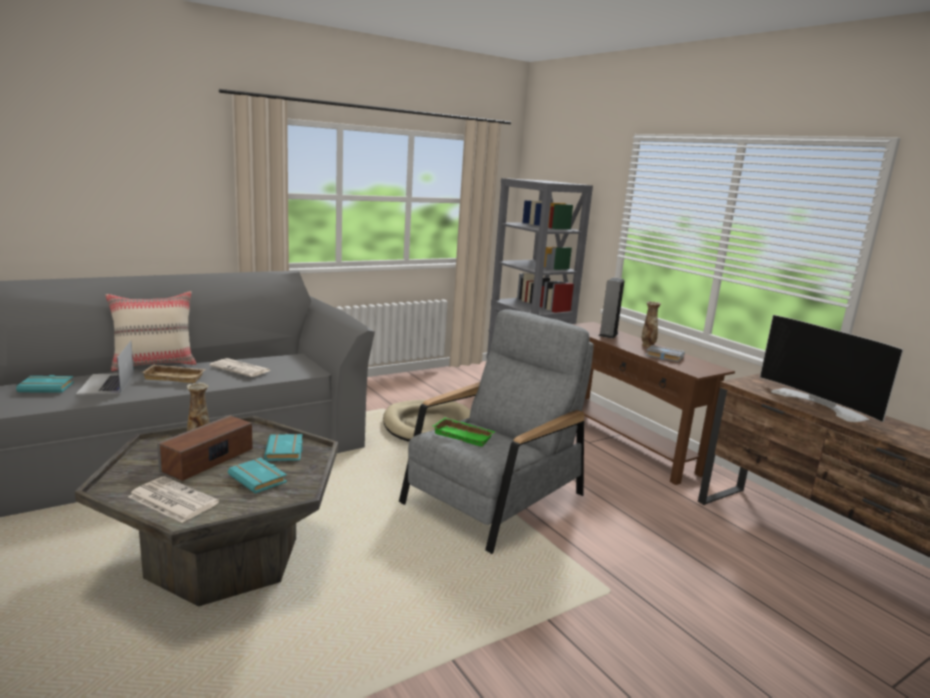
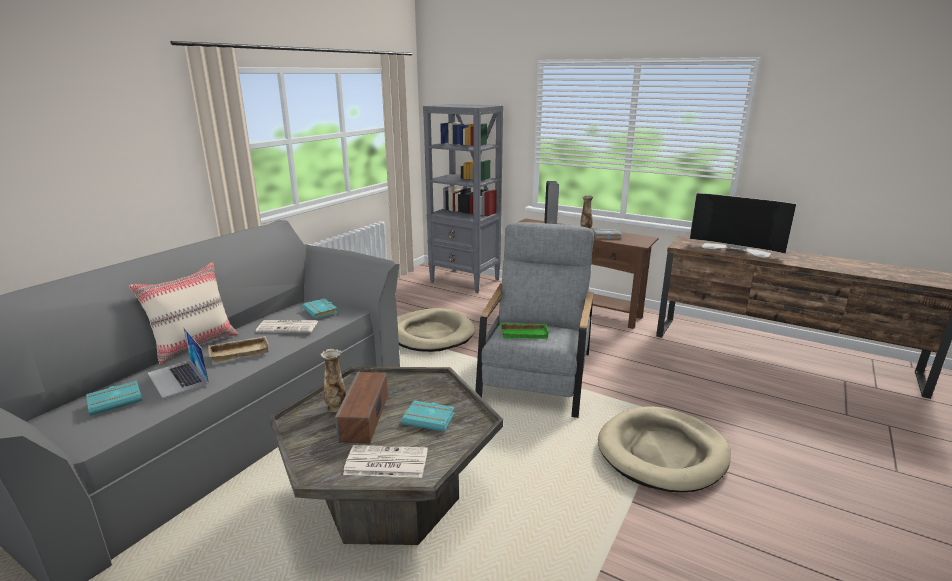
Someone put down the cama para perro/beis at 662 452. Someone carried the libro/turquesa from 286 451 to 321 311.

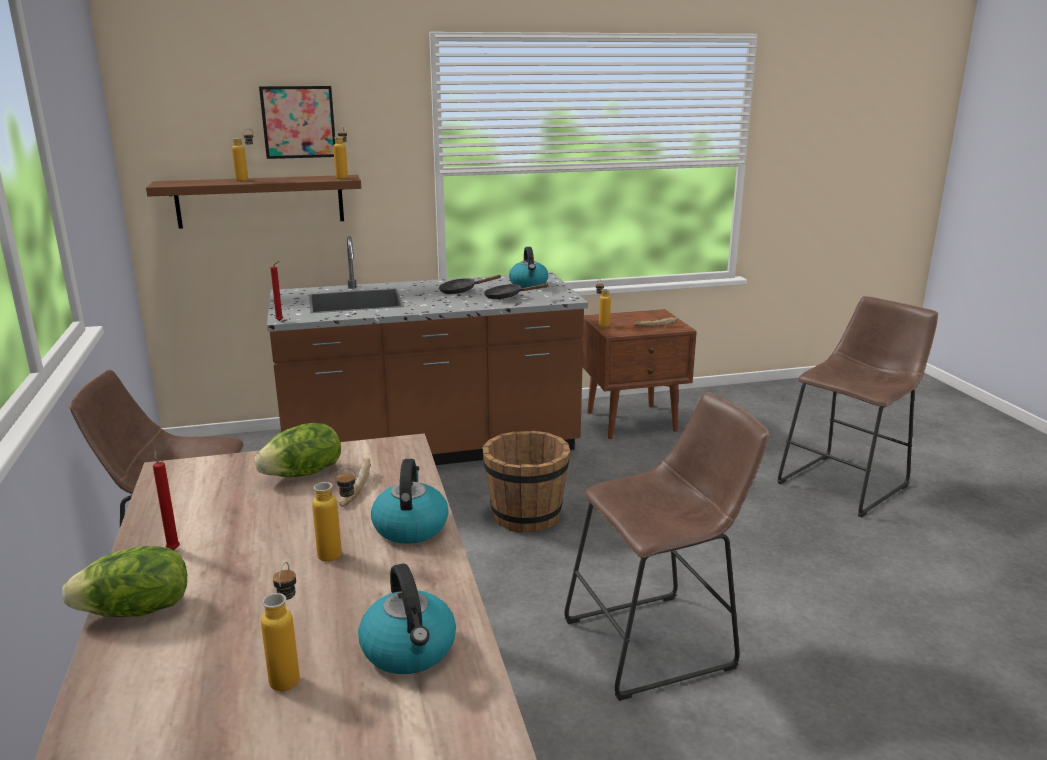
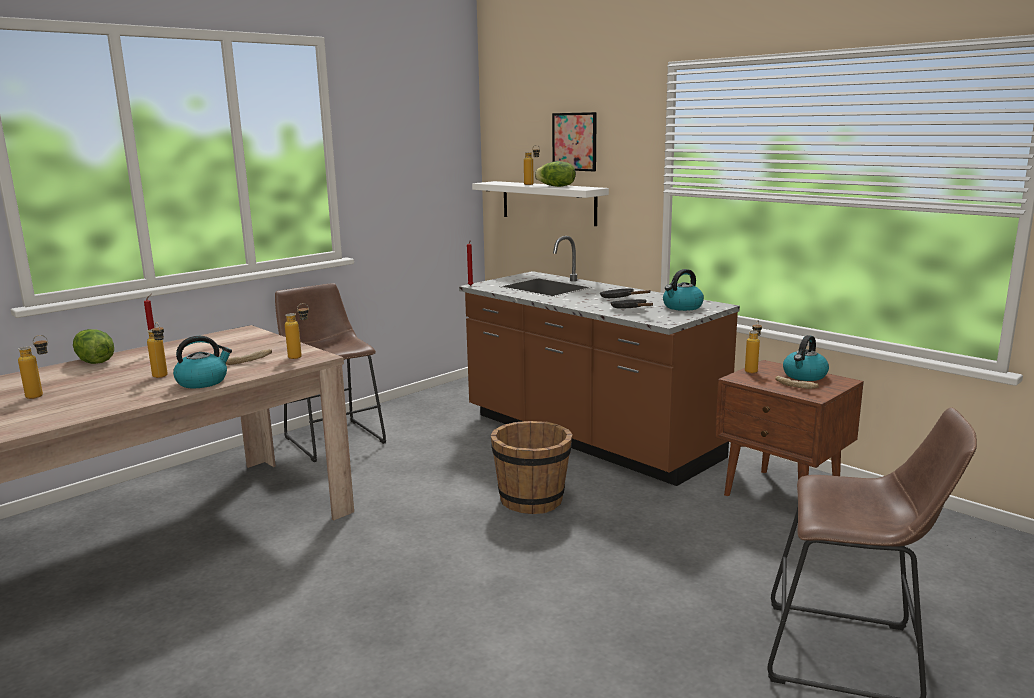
Someone took away the taburete/marrón at 658 642. Someone carried the lechuga from 304 473 to 556 186. Someone carried the botella from 343 178 to 300 356. Someone carried the hervidor from 409 650 to 804 376. Someone repainted the estante/marrón at 260 201, which became the estante/blanco at 548 202.

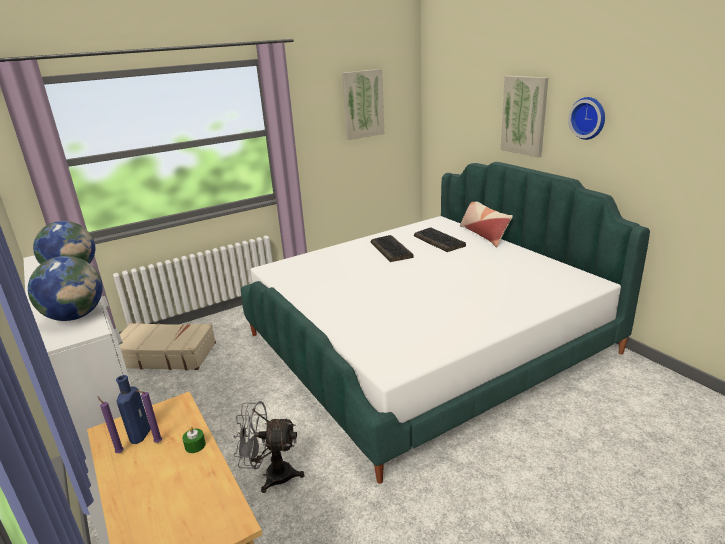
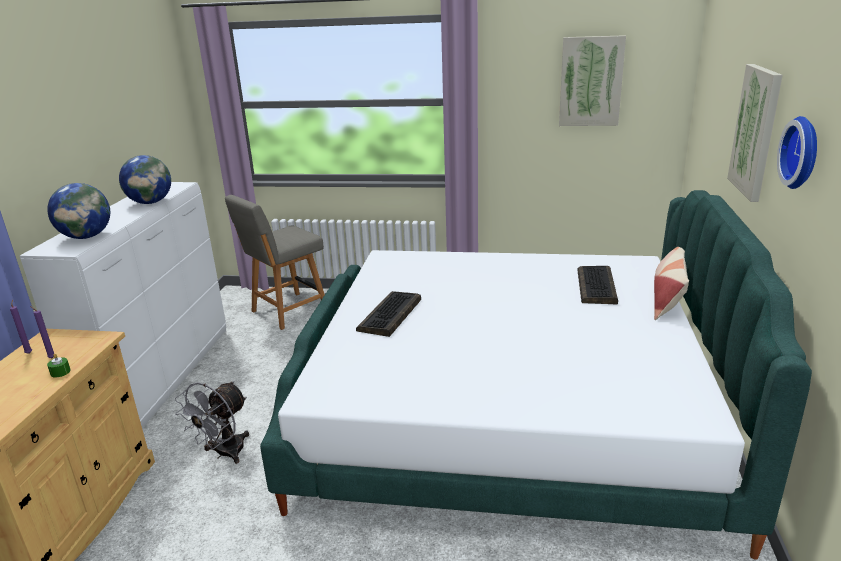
Someone took away the botella/azul at 140 433. Someone carried the teclado from 391 250 to 390 315. Someone swapped the maleta/beis at 165 355 for the silla/gris at 287 311. Someone rotated the ventilador/gris at 271 475 by 105 degrees counterclockwise.

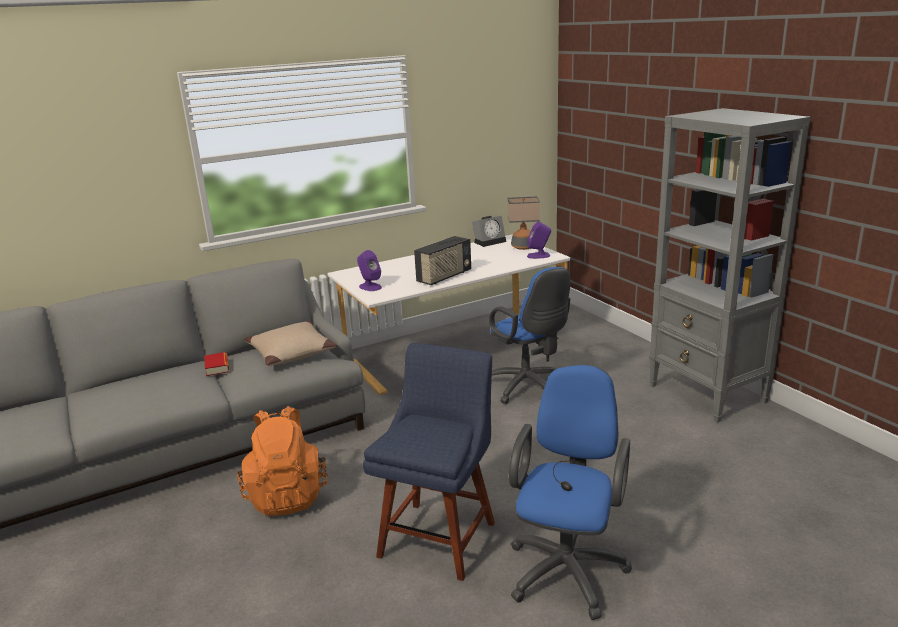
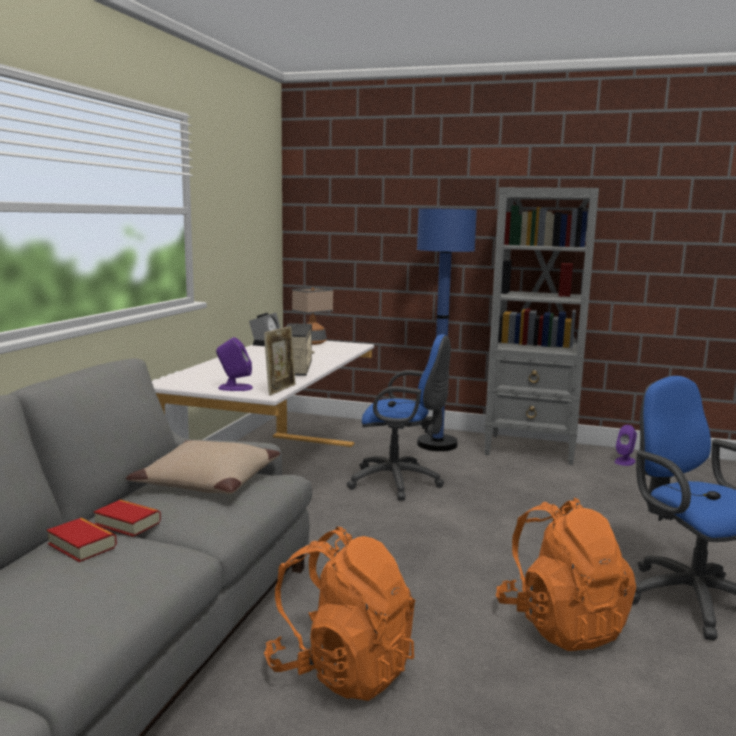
Someone put down the libro at 82 545. Someone put down the portarretratos at 280 389. Someone put down the lámpara de pie/azul at 437 444. Someone carried the altavoz/morado from 539 255 to 625 461. Someone swapped the silla/azul at 440 535 for the mochila/naranja at 561 624.

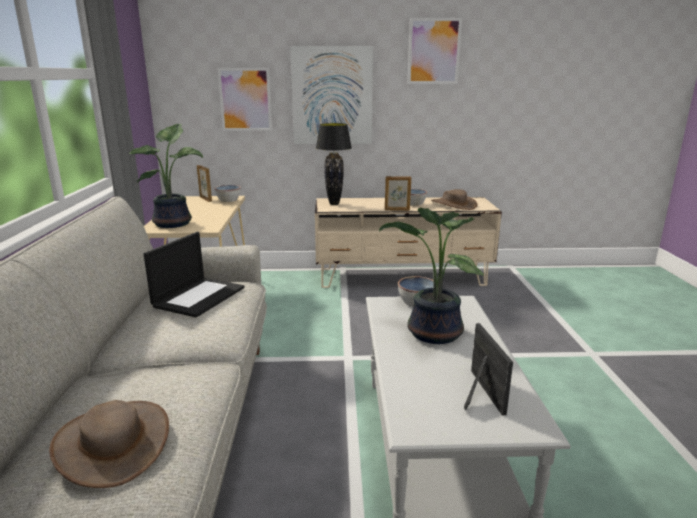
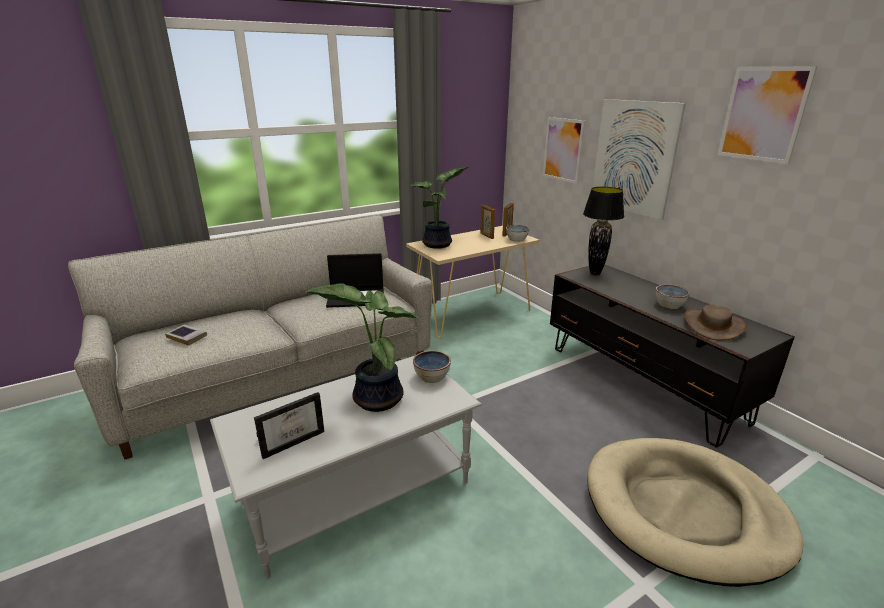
Someone put down the cama para perro/beis at 684 511. Someone carried the portarretratos from 397 210 to 486 236. Someone swapped the sombrero/marrón at 113 443 for the libro at 187 337. Someone repainted the mueble de televisión/beis at 402 277, which became the mueble de televisión/negro at 642 382.

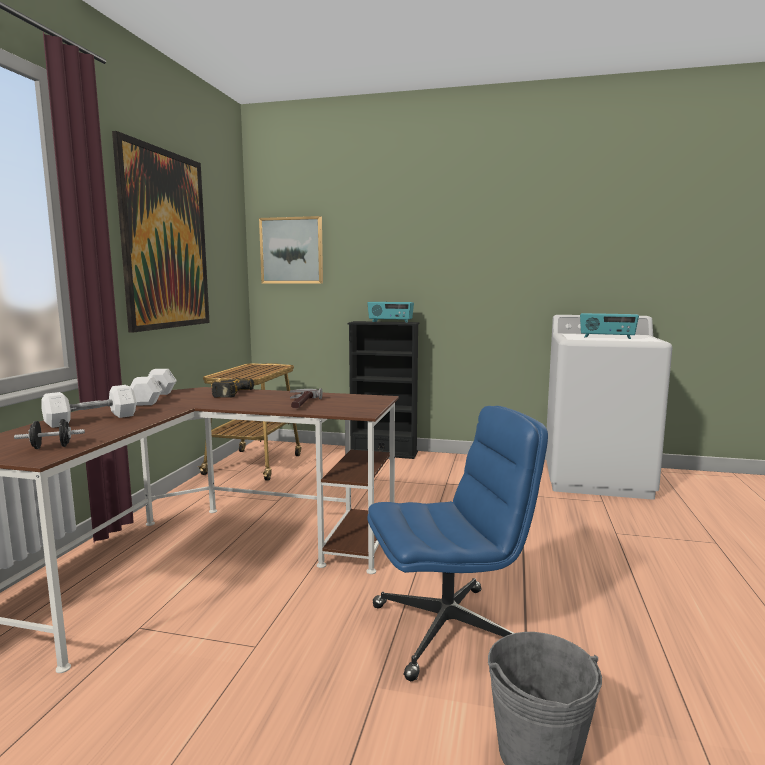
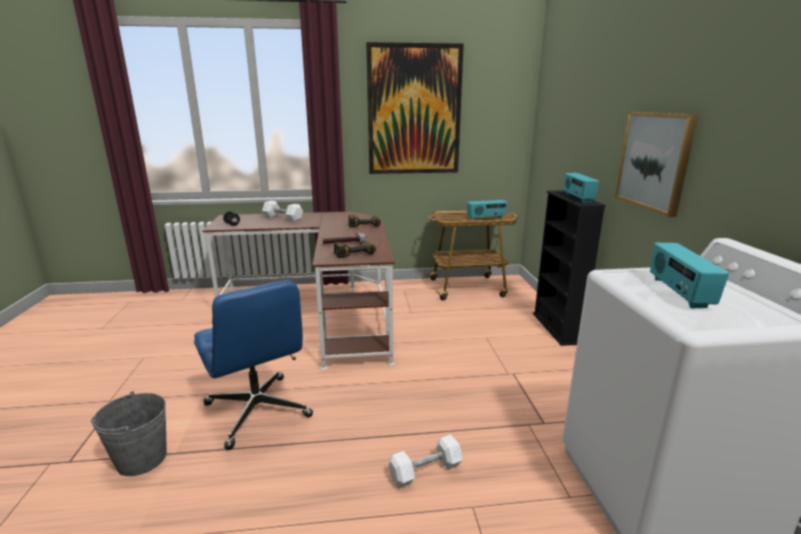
Someone put down the taladro at 353 252. Someone put down the radio at 486 218. Someone carried the mancuerna/blanco from 154 398 to 425 471. Someone carried the cuadro from 292 250 to 654 161.

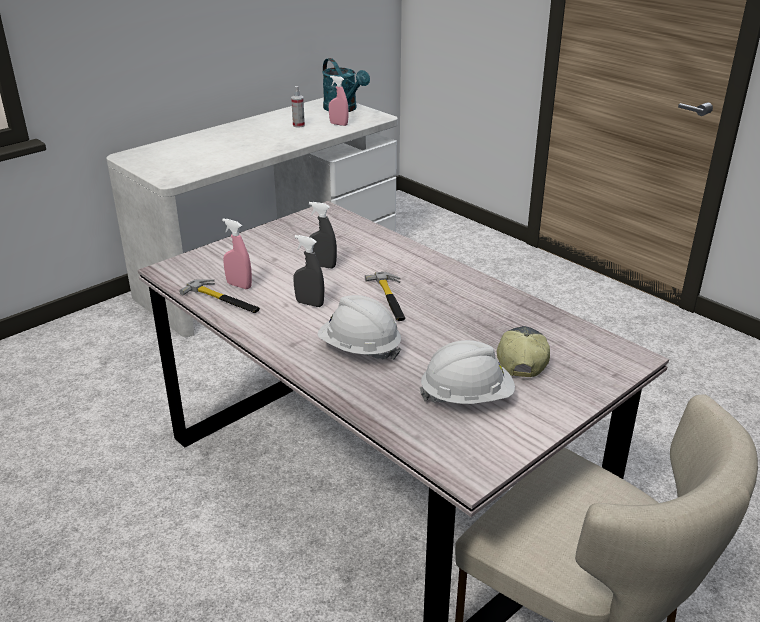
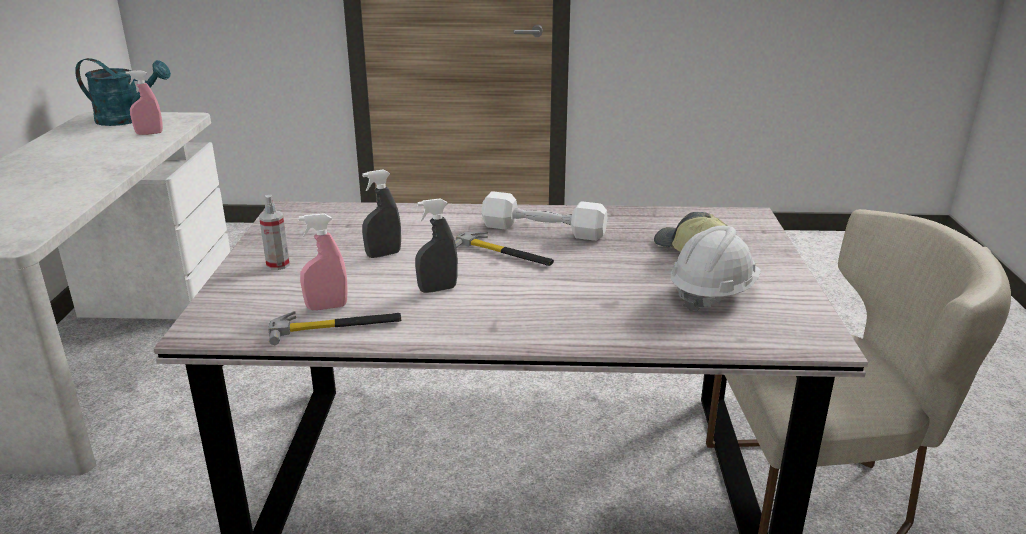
Someone took away the casco/blanco at 359 349. Someone put down the mancuerna/blanco at 543 230. Someone carried the pulverizador from 298 125 to 278 265.

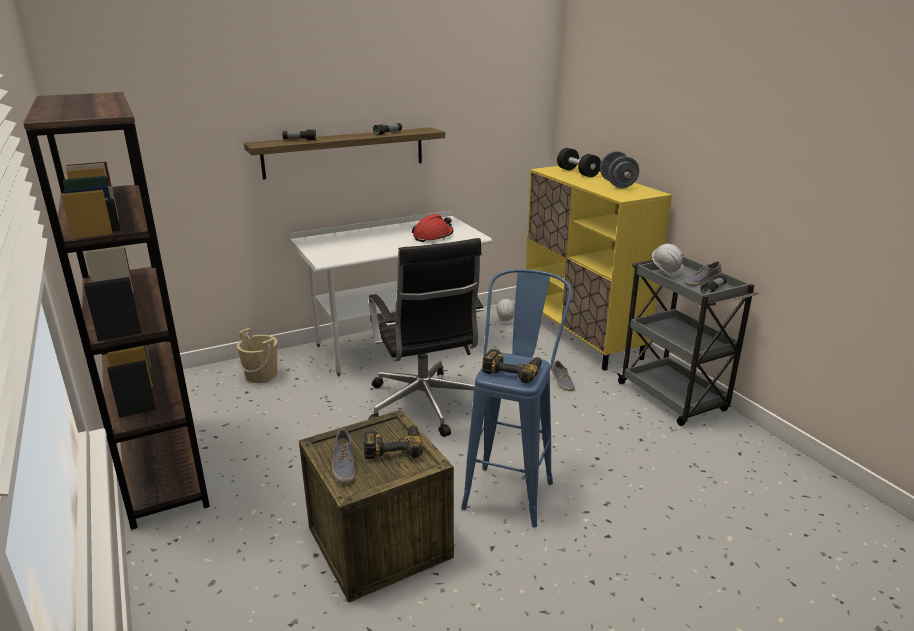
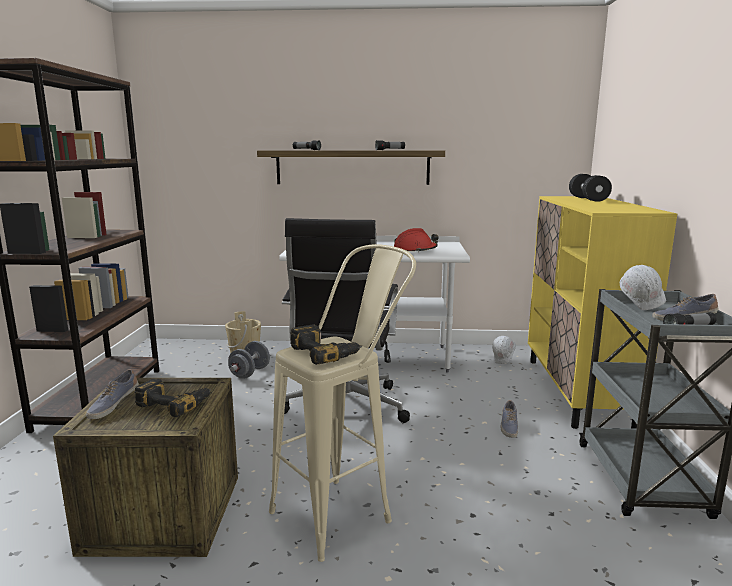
Someone carried the mancuerna/gris from 617 184 to 250 373. Someone repainted the taburete/azul at 512 486, which became the taburete/beis at 344 509.

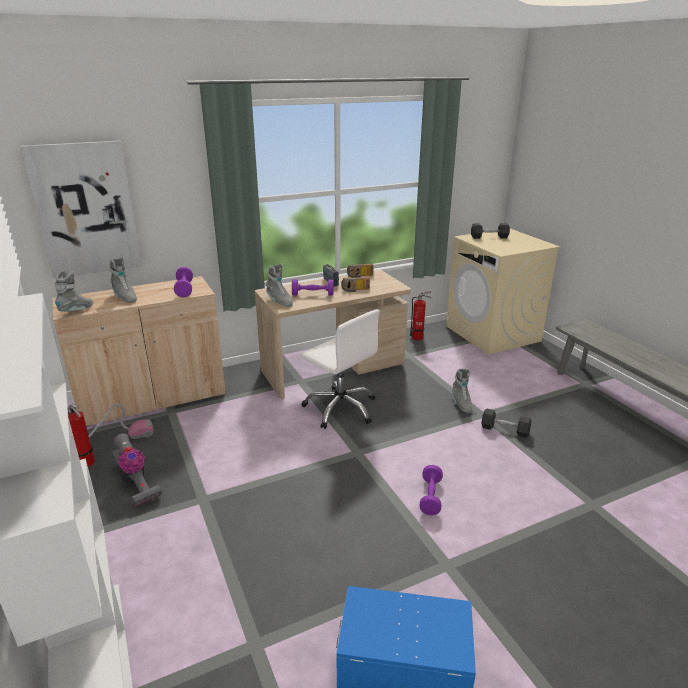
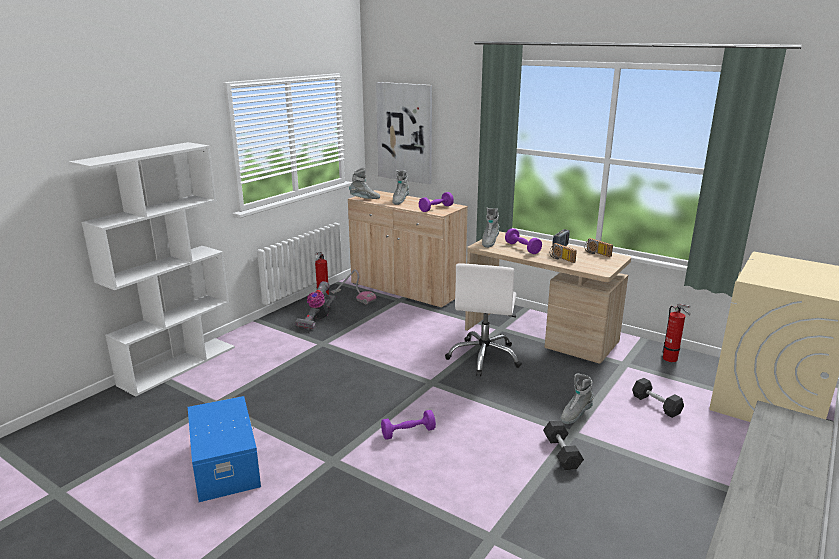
Someone carried the mancuerna/gris from 489 237 to 656 405.

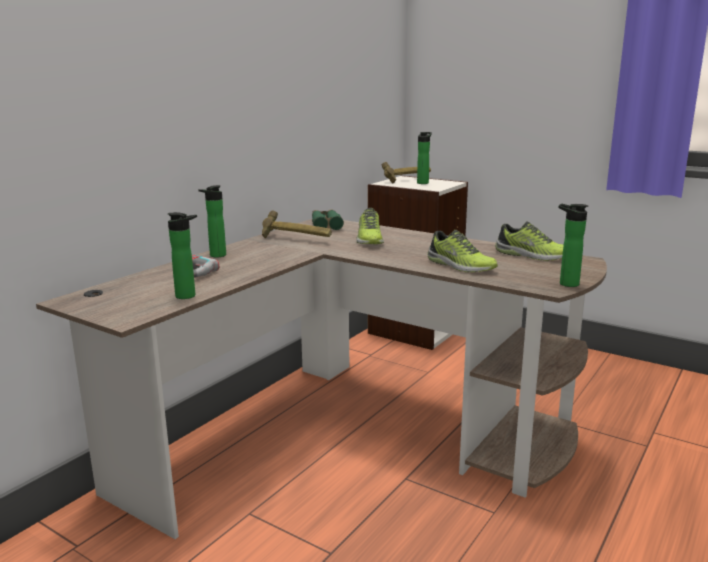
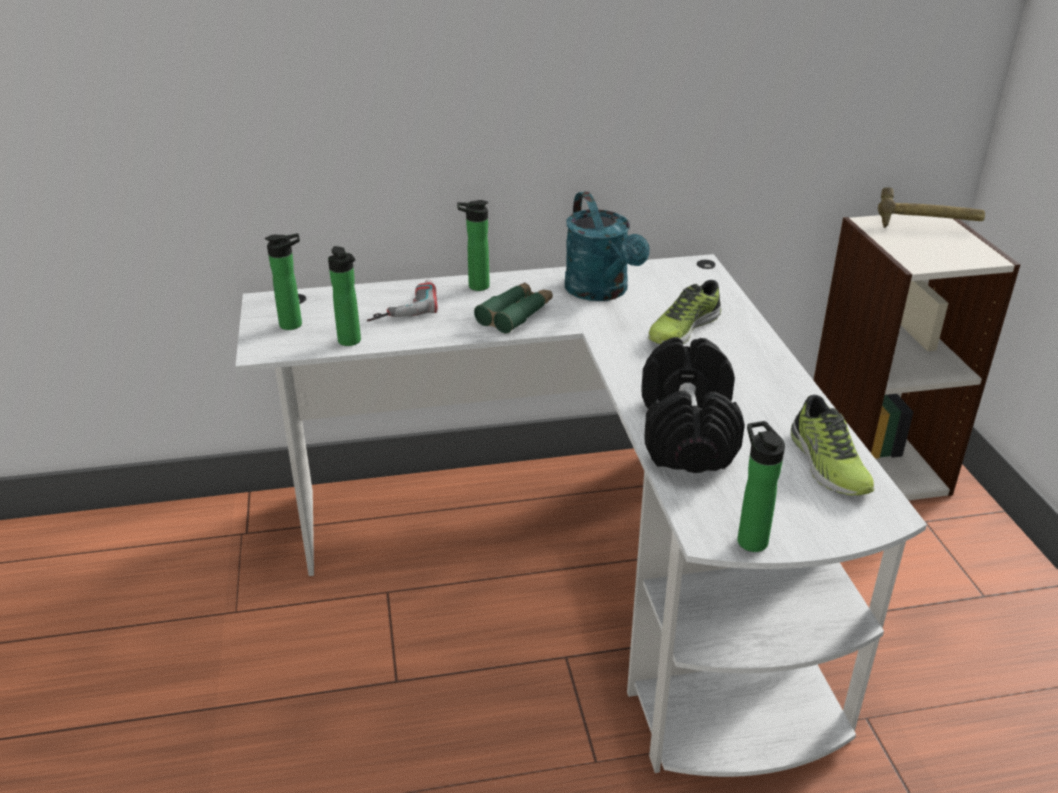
Someone carried the prismáticos/verde from 326 225 to 515 314. Someone carried the botella from 423 183 to 294 324. Someone swapped the martillo at 296 239 for the regadera/turquesa at 602 292. Someone swapped the zapato at 459 266 for the mancuerna/negro at 688 433. Someone repainted the escritorio/marrón at 348 432, which became the escritorio/blanco at 586 563.

